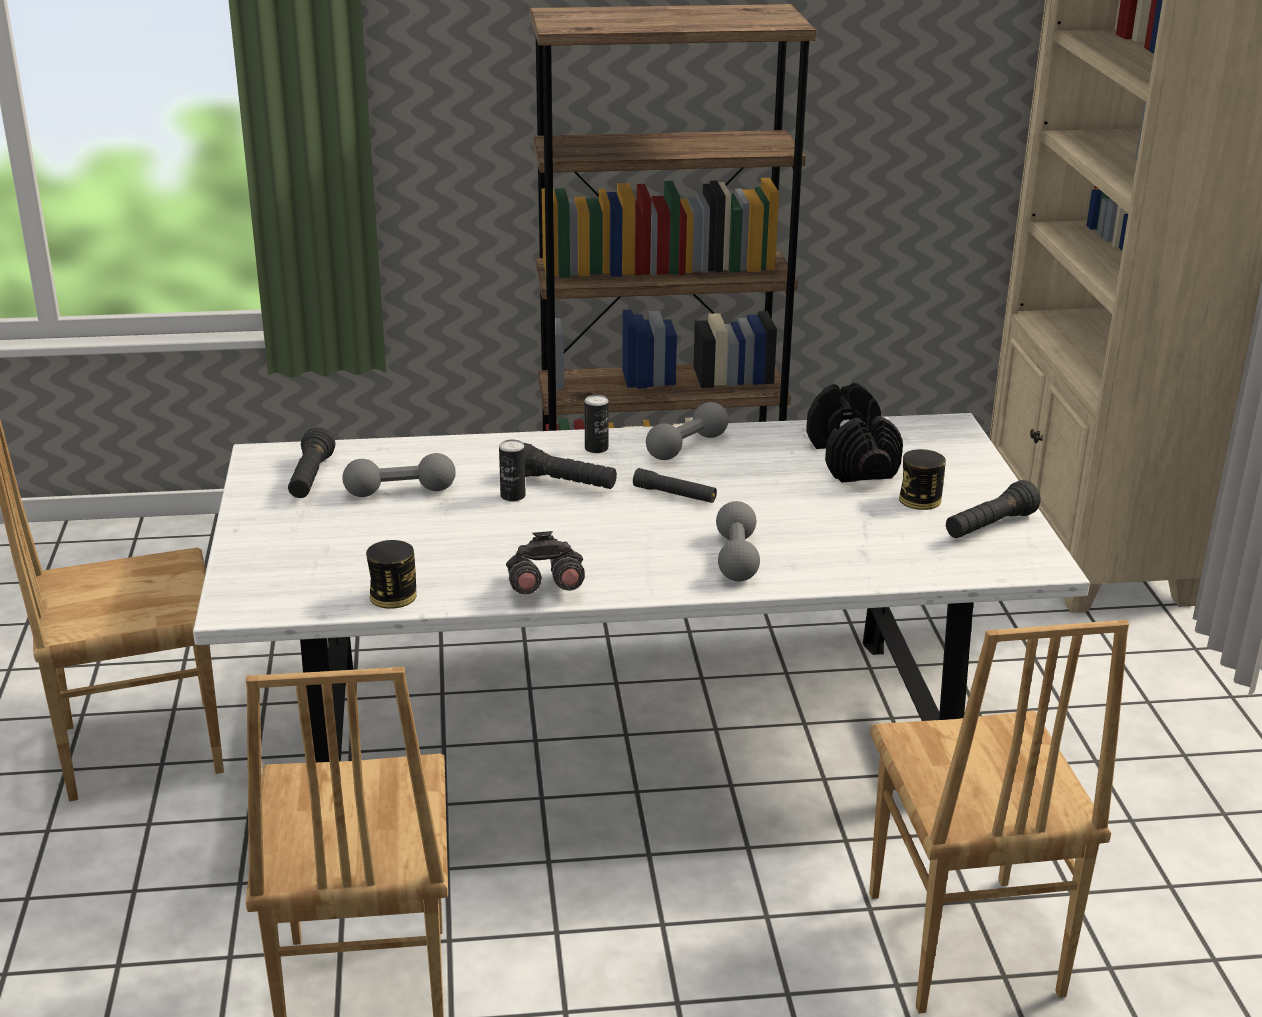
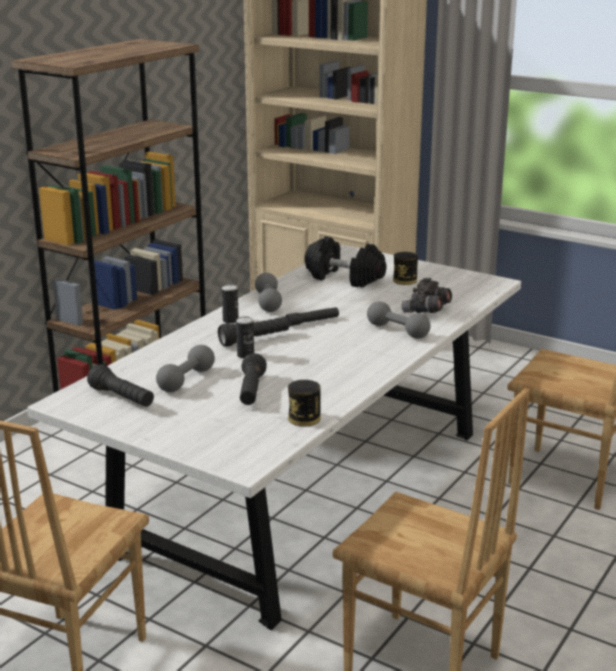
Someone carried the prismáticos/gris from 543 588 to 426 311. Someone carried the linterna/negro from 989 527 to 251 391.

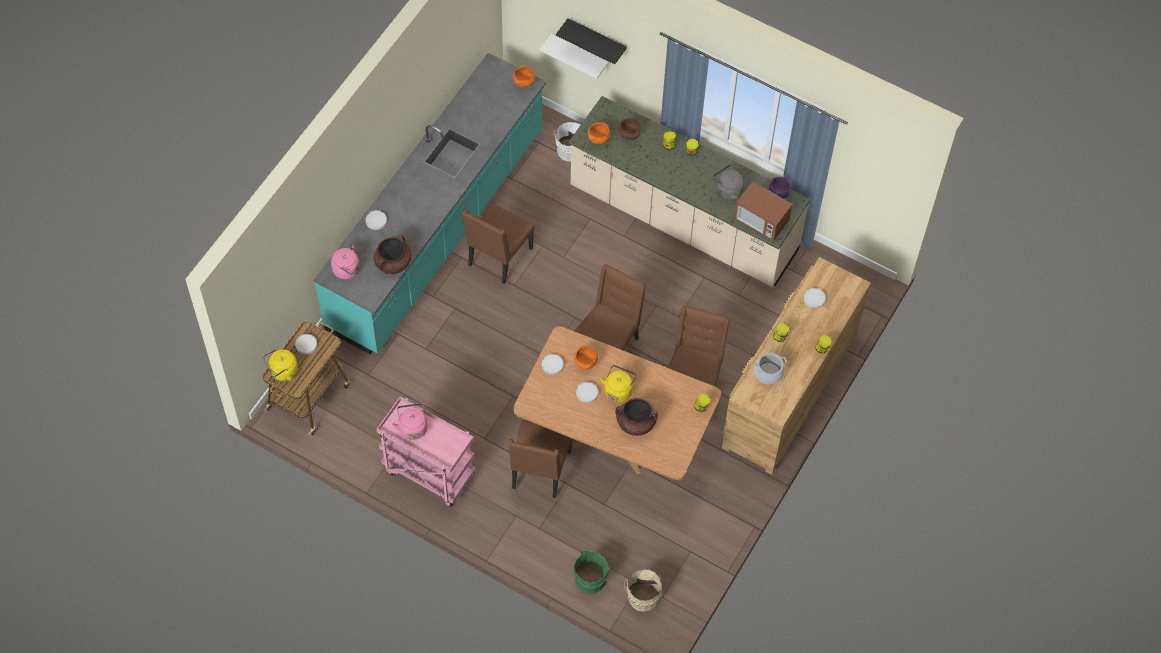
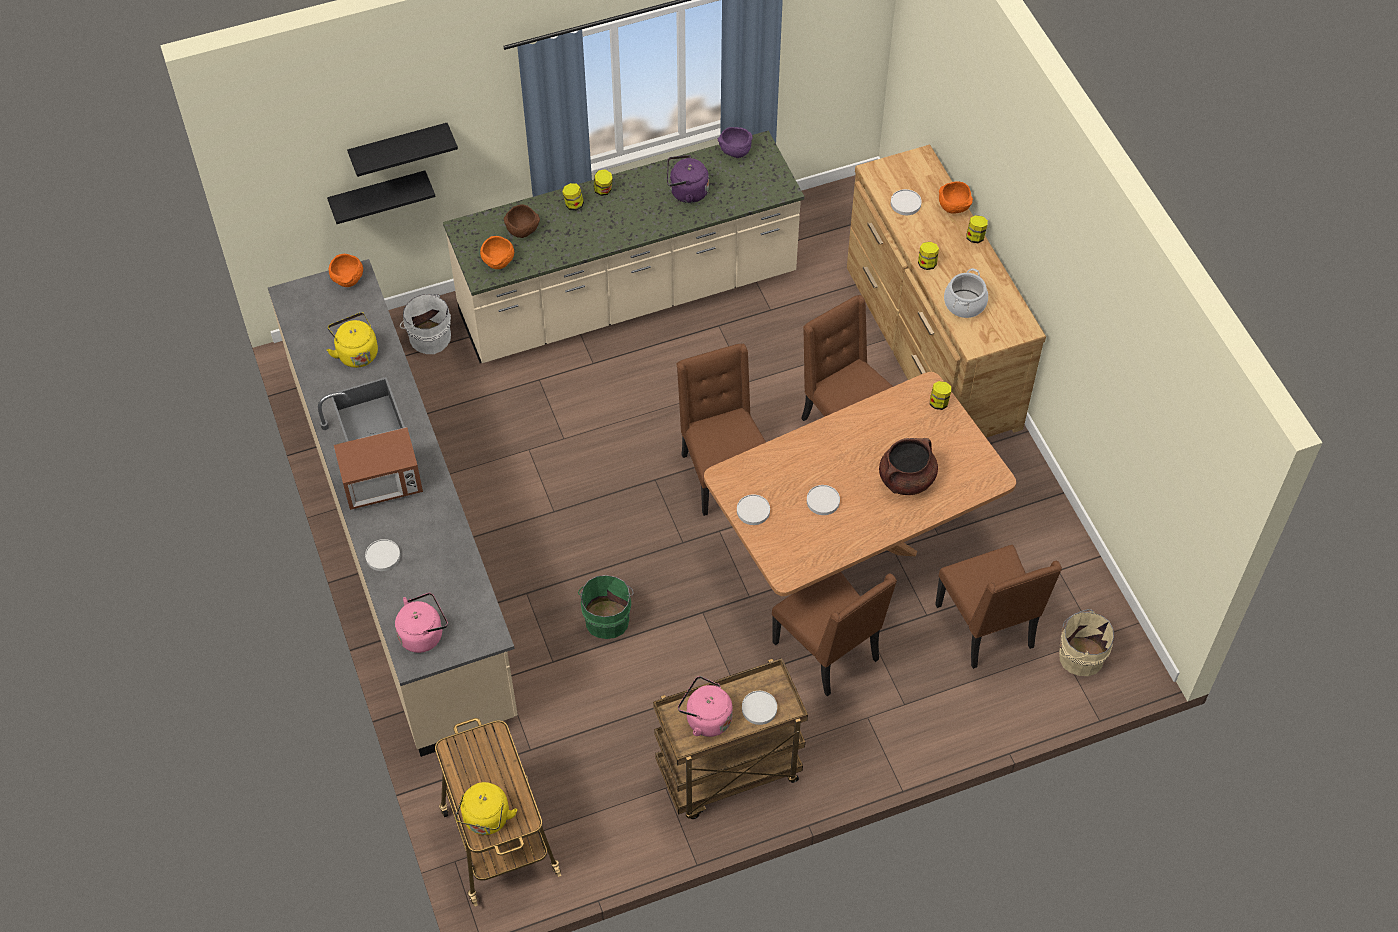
Someone took away the olla/marrón at 393 263. Someone carried the plato/blanco from 306 344 to 759 709. Someone carried the silla/marrón from 498 257 to 987 627. Someone carried the cubo/verde from 592 578 to 607 617. Someone carried the cuenco/naranja from 586 363 to 954 207. Someone carried the hervidor/amarillo from 618 390 to 356 352. Someone carried the microondas from 761 221 to 382 485. Someone repainted the mueble bajo de cocina/turquesa at 437 230, which became the mueble bajo de cocina/beis at 402 540. Someone repainted the carrito/rosa at 428 472, which became the carrito/marrón at 728 774. Someone repainted the estante/blanco at 579 55, which became the estante/negro at 379 196. Someone repainted the hervidor/gris at 727 190, which became the hervidor/morado at 686 192.

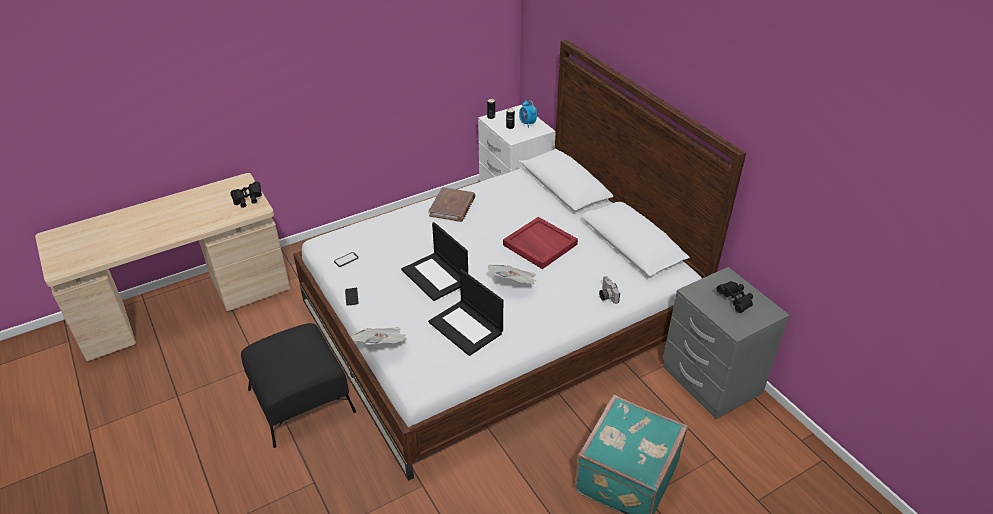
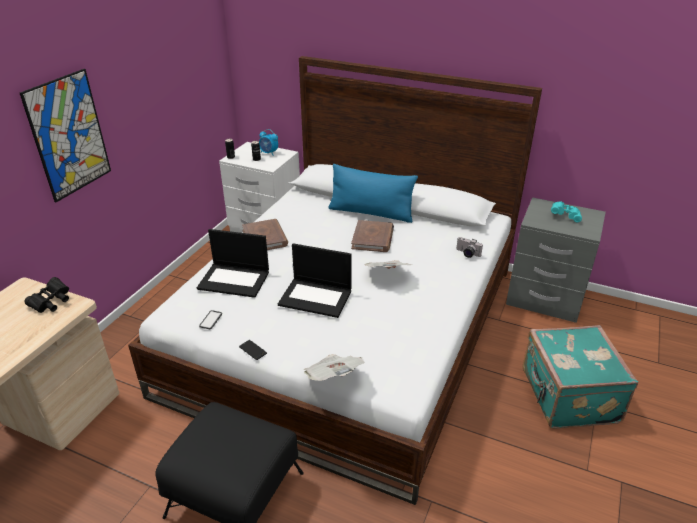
Someone put up the cuadro at 69 135. Someone put down the cojín/azul at 371 213. Someone carried the portátil from 466 328 to 235 280. Someone swapped the bandeja/rojo at 539 245 for the libro/marrón at 373 238. Someone repainted the prismáticos/negro at 735 301, which became the prismáticos/turquesa at 565 216.

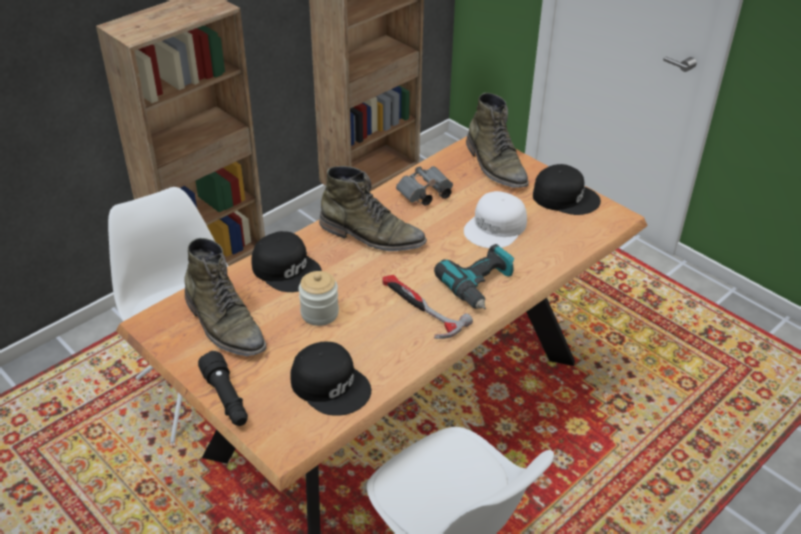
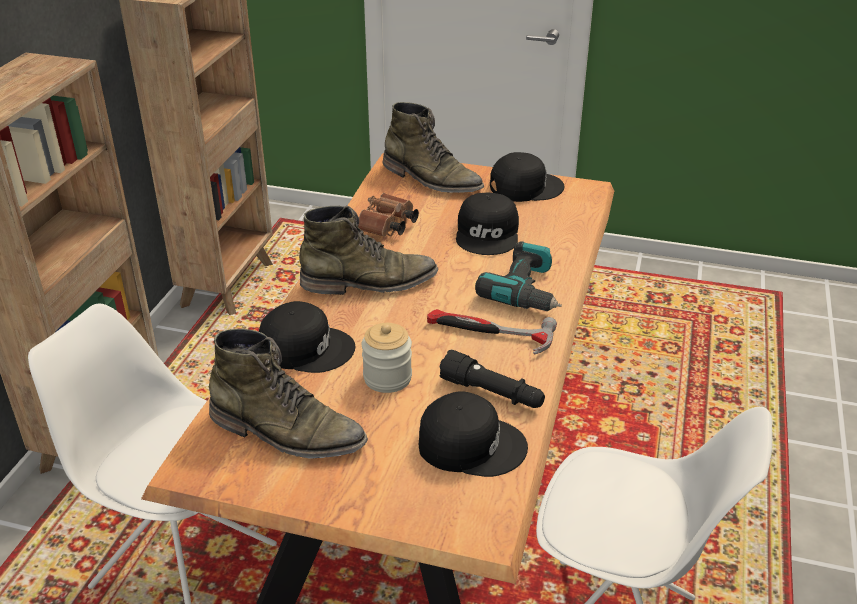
Someone carried the linterna/negro from 226 399 to 492 393. Someone repainted the prismáticos/gris at 424 195, which became the prismáticos/marrón at 387 227. Someone repainted the gorra/blanco at 496 228, which became the gorra/negro at 488 233.

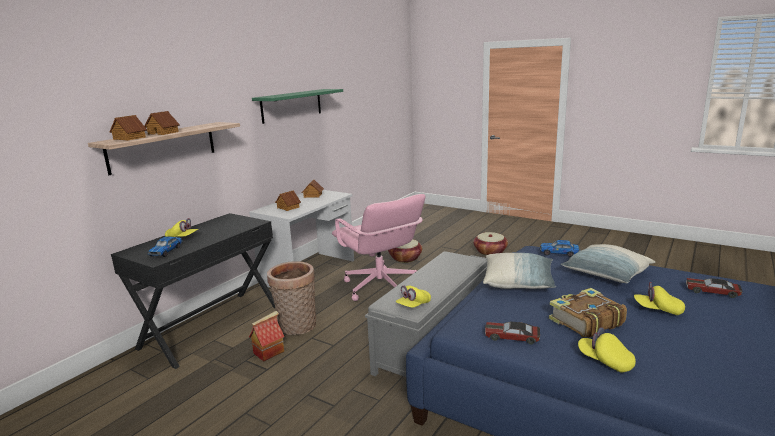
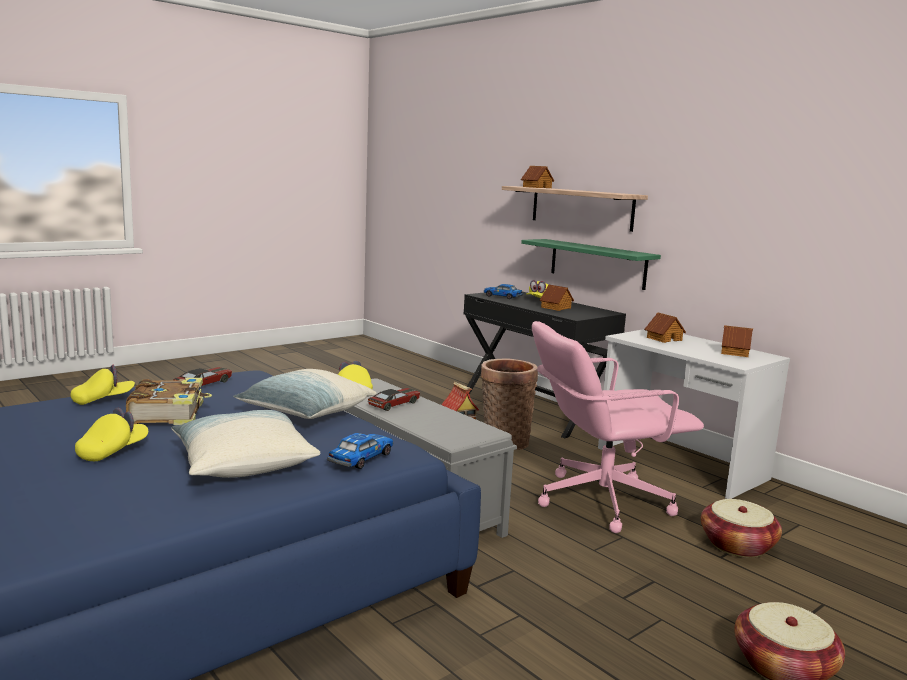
Someone carried the casita from 163 133 to 556 308. Someone carried the estante/verde from 292 105 to 597 263. Someone carried the coche de juguete from 712 291 to 394 404.

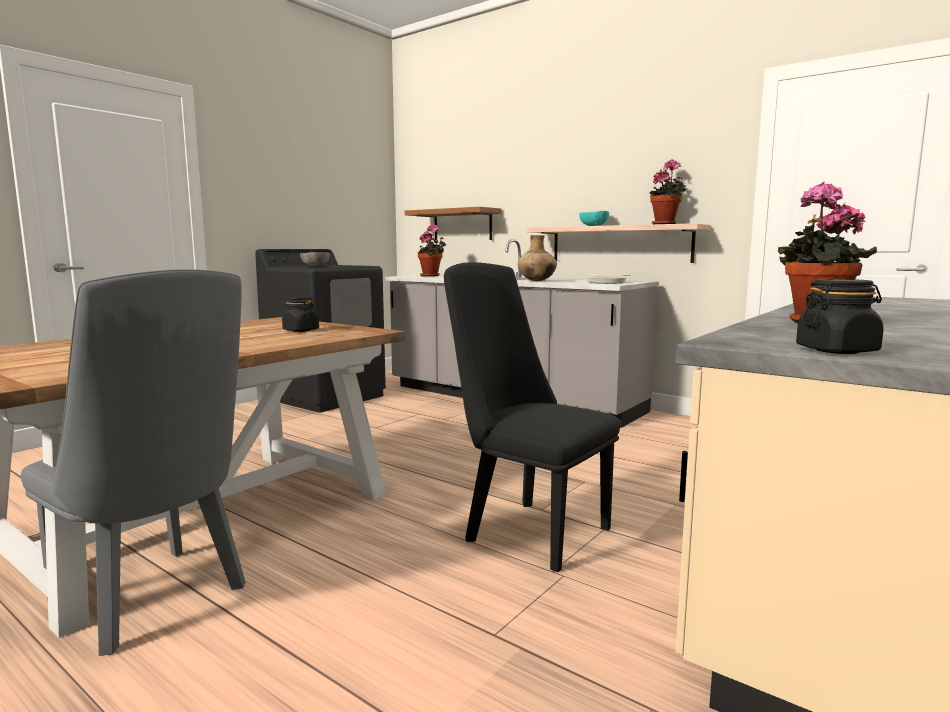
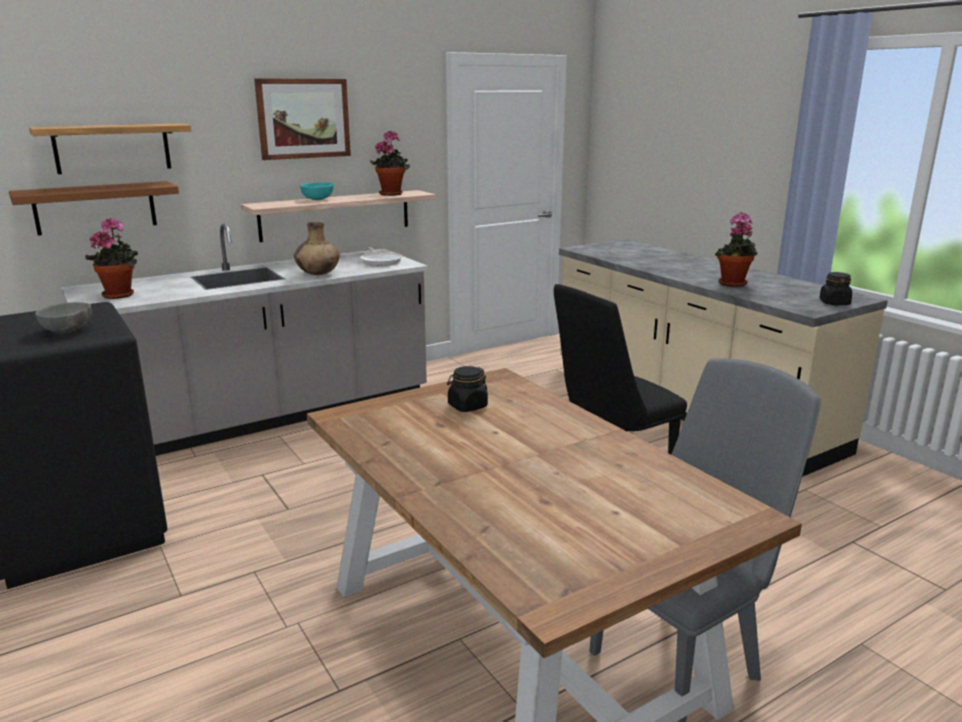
Someone put up the estante at 112 148. Someone put up the cuadro at 303 118.

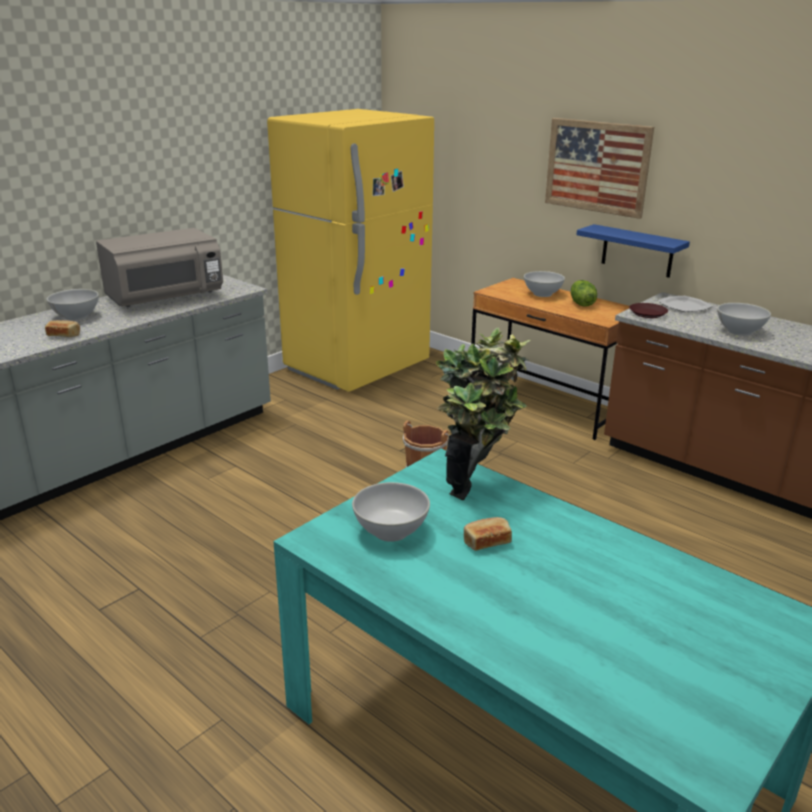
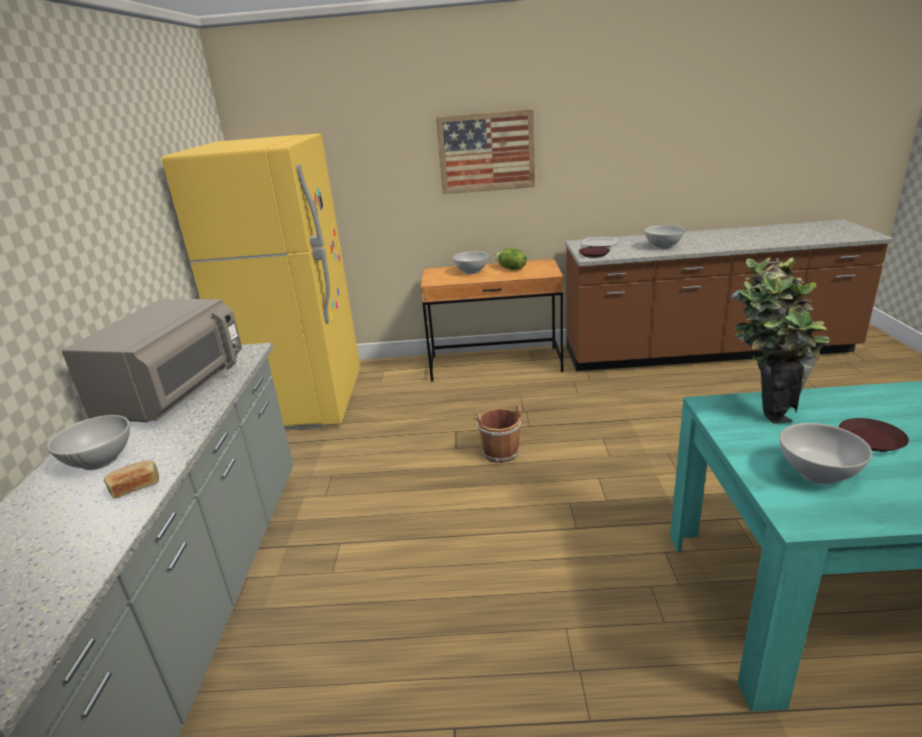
Someone took away the estante/azul at 637 251. Someone swapped the pan at 486 542 for the plato/marrón at 870 439.

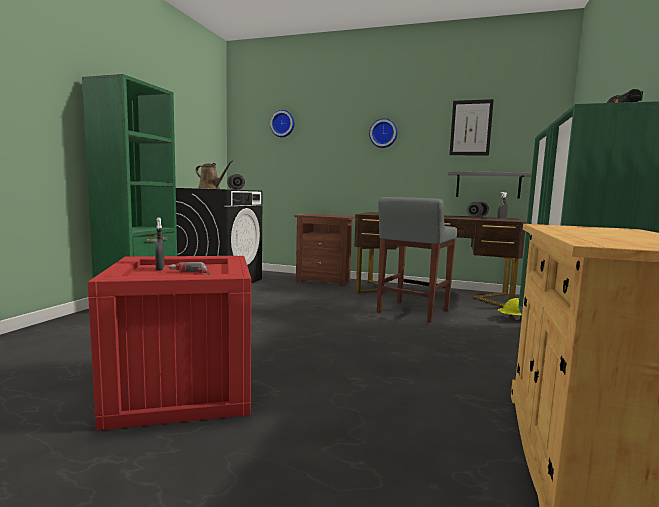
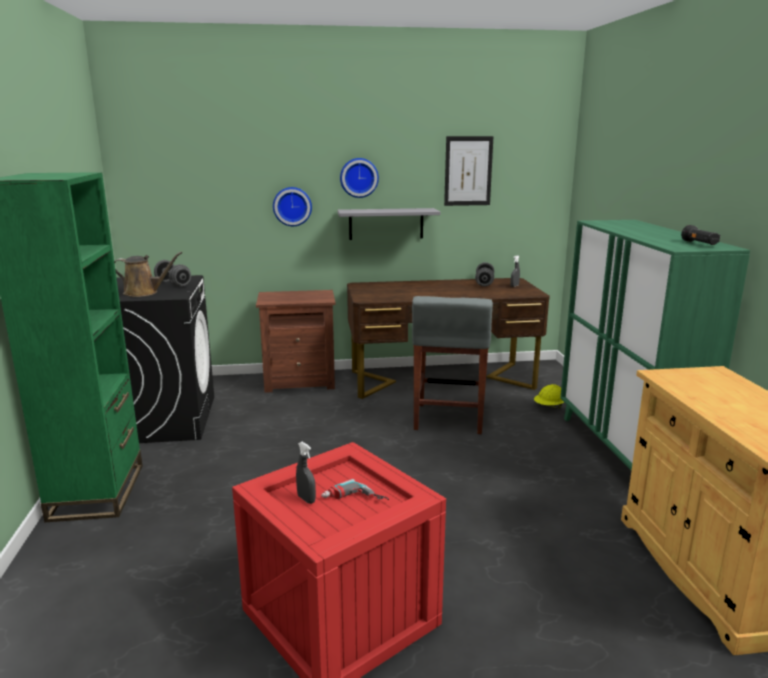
Someone carried the reloj de pared from 283 124 to 292 206. Someone carried the estante/gris from 488 185 to 386 223.

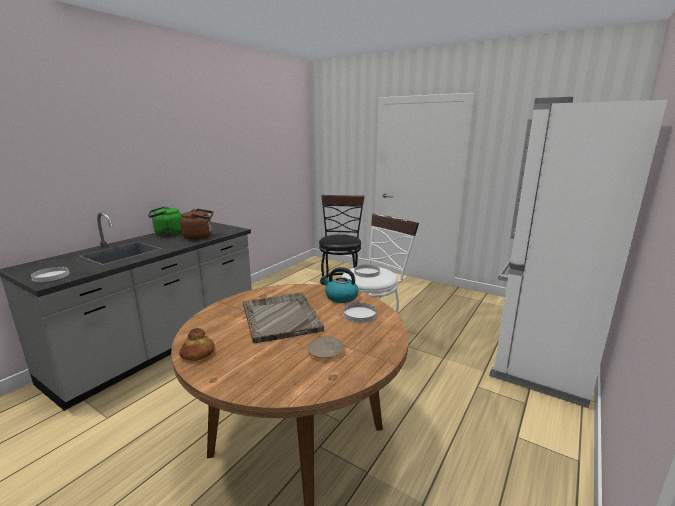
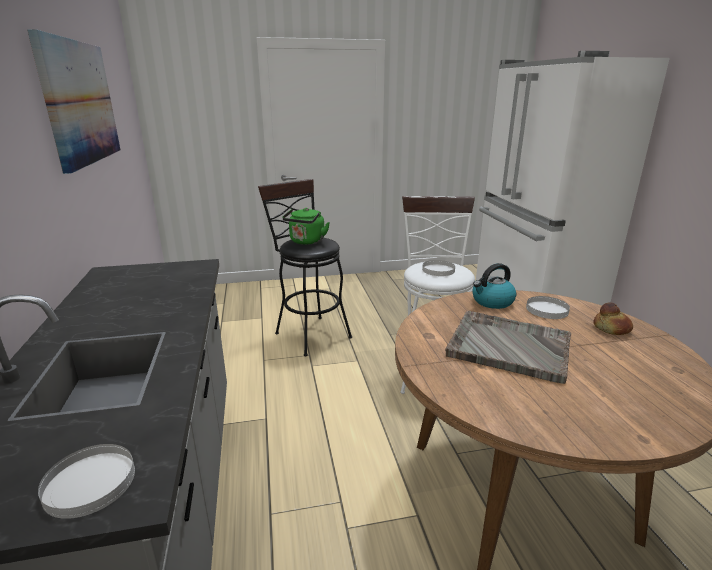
Someone took away the hervidor/marrón at 199 236. Someone took away the plato/beis at 326 351. Someone put up the cuadro at 80 102. Someone carried the hervidor/verde from 167 233 to 306 242. Someone carried the pan from 197 354 to 611 329.

